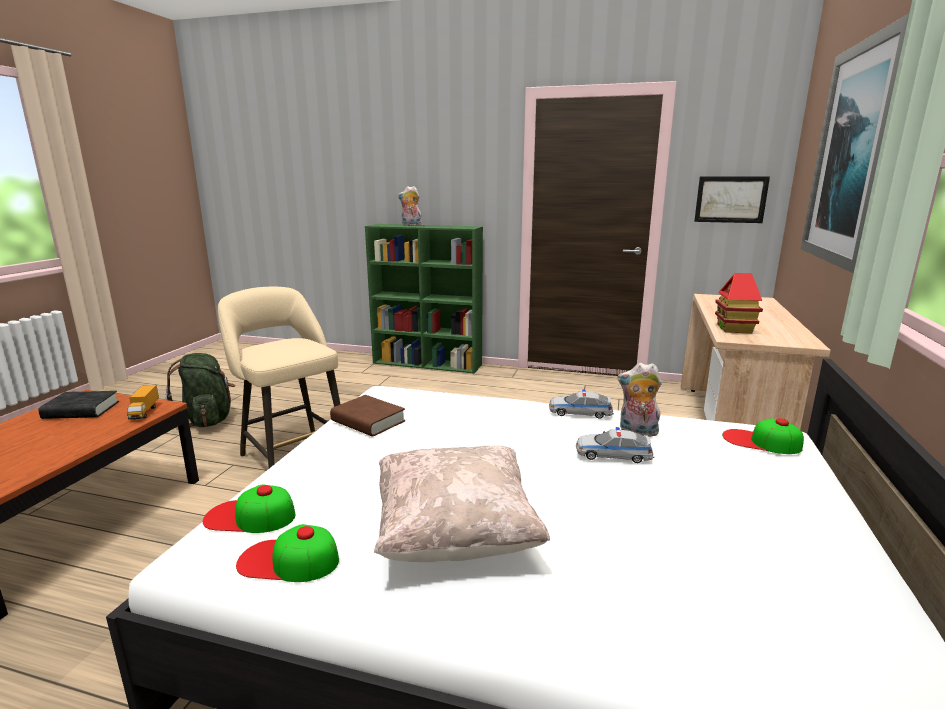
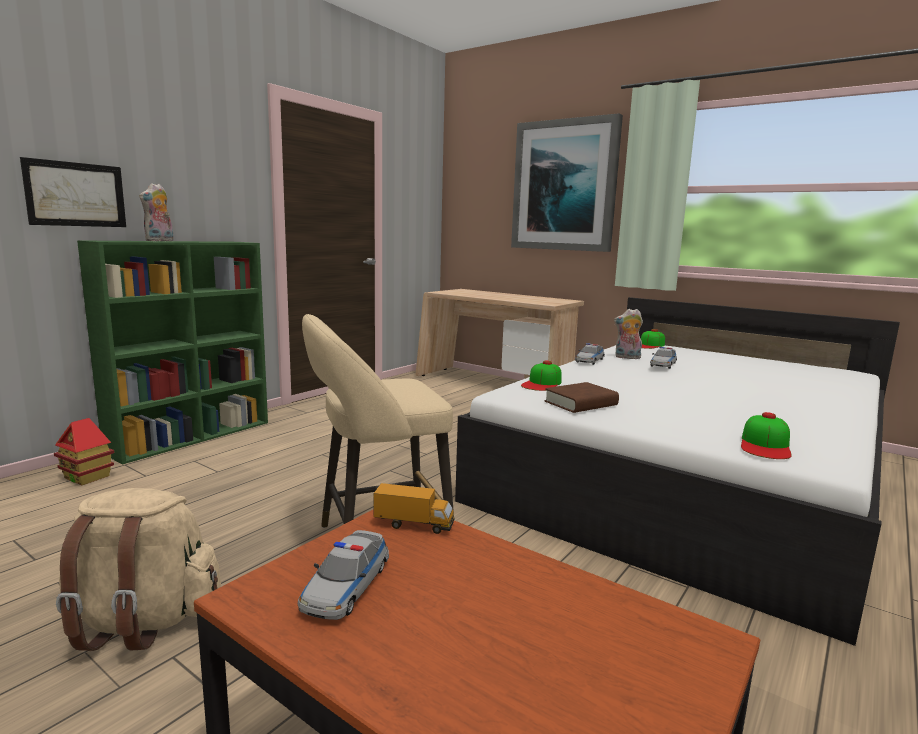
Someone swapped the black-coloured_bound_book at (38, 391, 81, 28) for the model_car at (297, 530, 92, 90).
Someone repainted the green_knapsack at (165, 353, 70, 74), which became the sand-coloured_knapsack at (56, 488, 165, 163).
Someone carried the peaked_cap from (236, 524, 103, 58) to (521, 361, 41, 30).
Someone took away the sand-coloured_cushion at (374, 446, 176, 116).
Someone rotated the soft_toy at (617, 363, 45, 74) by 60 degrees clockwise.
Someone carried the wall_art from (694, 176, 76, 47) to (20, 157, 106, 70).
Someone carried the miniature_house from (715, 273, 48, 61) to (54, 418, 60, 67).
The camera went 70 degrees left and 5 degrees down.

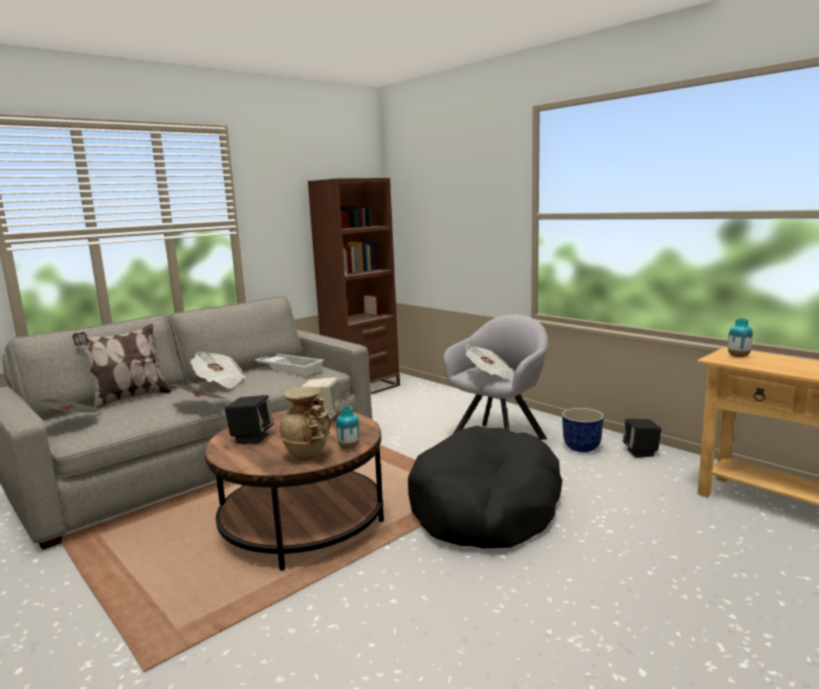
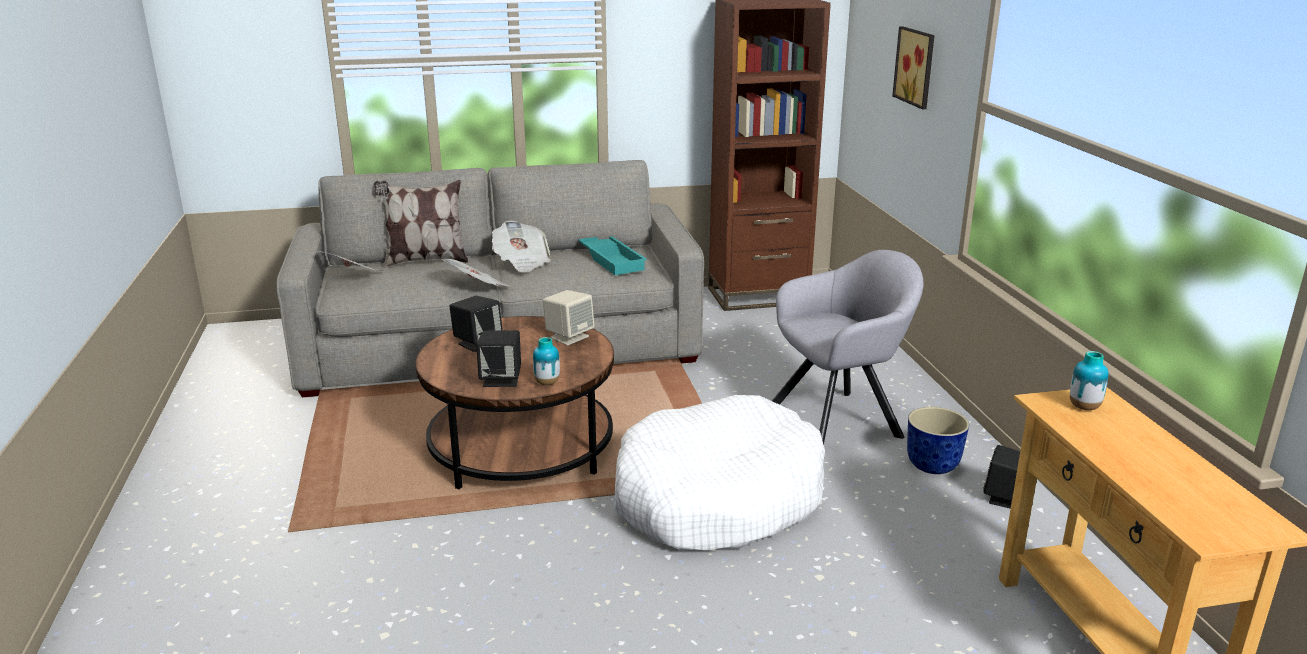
Someone repainted the white_serving_tray at (255, 354, 69, 22), which became the turquoise_serving_tray at (578, 236, 69, 39).
Someone swapped the sand-coloured_decorative_vase at (279, 387, 52, 74) for the black-coloured_loudspeaker at (476, 330, 45, 57).
Someone repainted the black-coloured_dog_bed at (408, 426, 154, 122), which became the white_dog_bed at (614, 395, 211, 156).
Someone took away the printed_paper at (465, 345, 48, 36).
Someone put up the wall_art at (892, 26, 43, 83).
The camera went 30 degrees right and 10 degrees up.

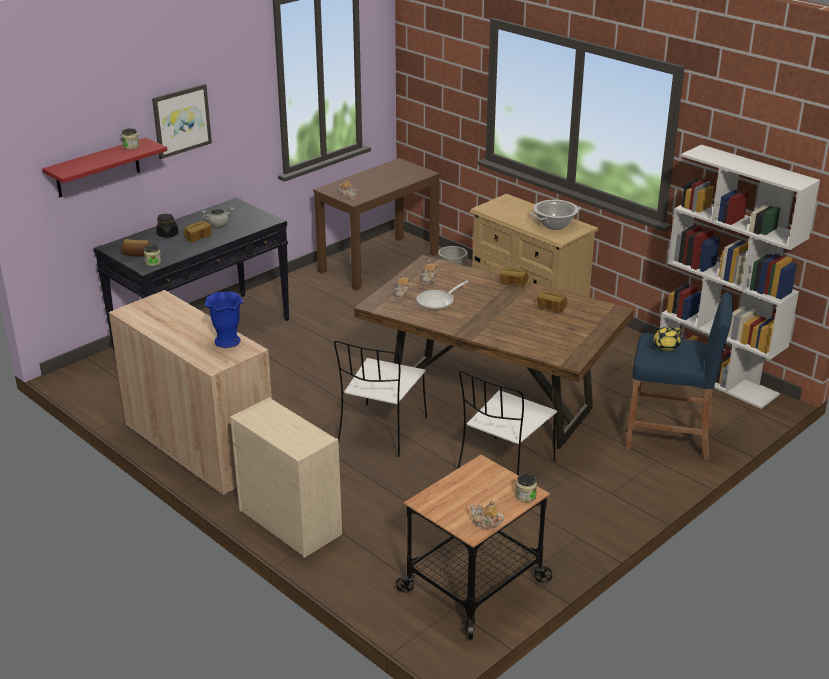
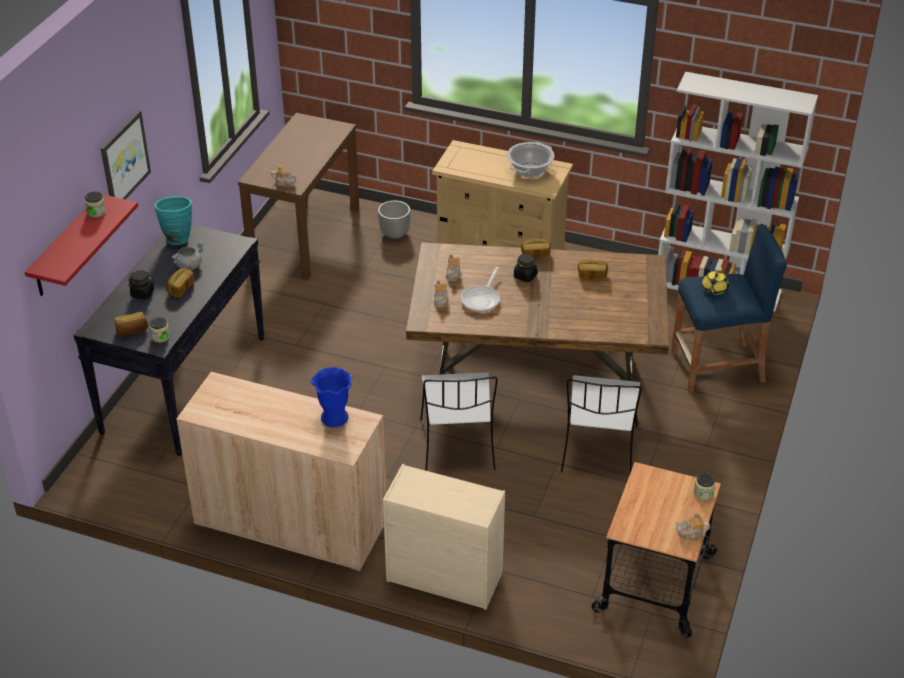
Someone put down the turquoise_decorative_vase at (154, 196, 38, 49).
Someone put down the black-coloured_preserve_jar at (514, 254, 24, 28).
The camera went 25 degrees left and 10 degrees up.

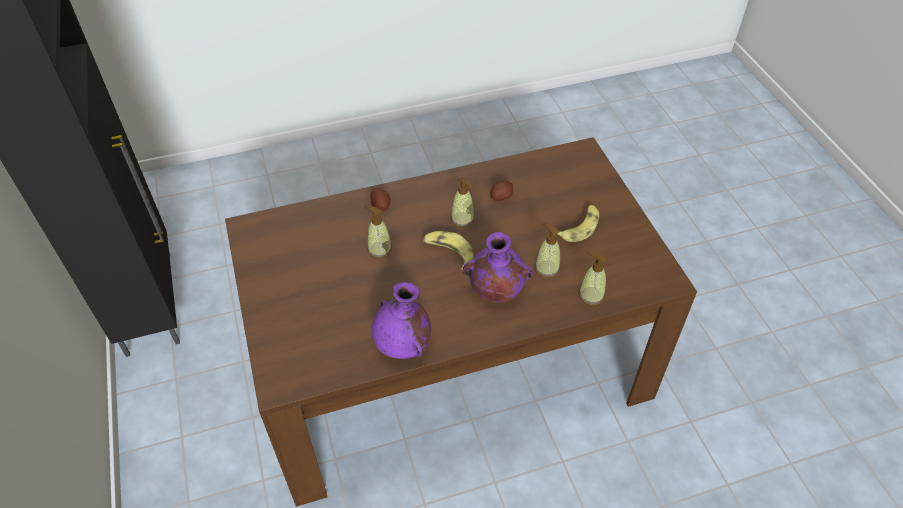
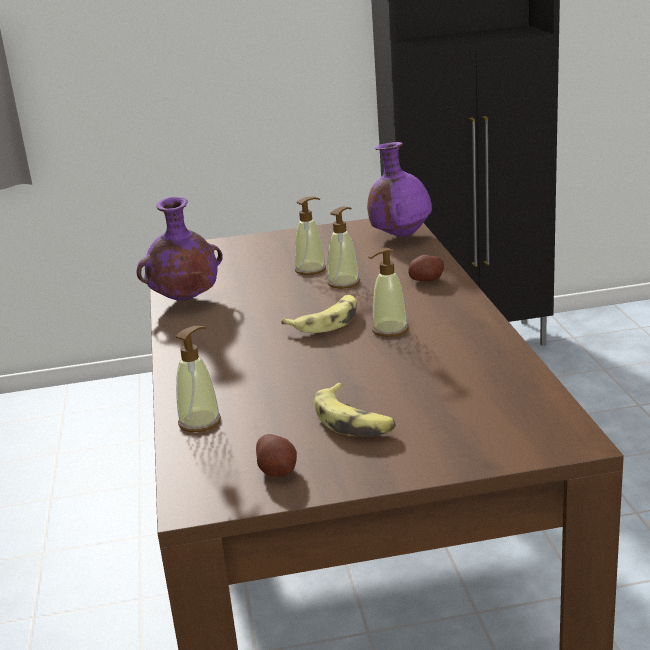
Someone carried the purple_decorative_vase from (463, 232, 70, 70) to (367, 142, 65, 95).
Someone carried the whole_potato from (490, 181, 23, 20) to (256, 434, 41, 43).
Someone carried the liquid_soap_bottle from (535, 222, 25, 56) to (295, 196, 31, 79).
The camera went 100 degrees right and 25 degrees down.

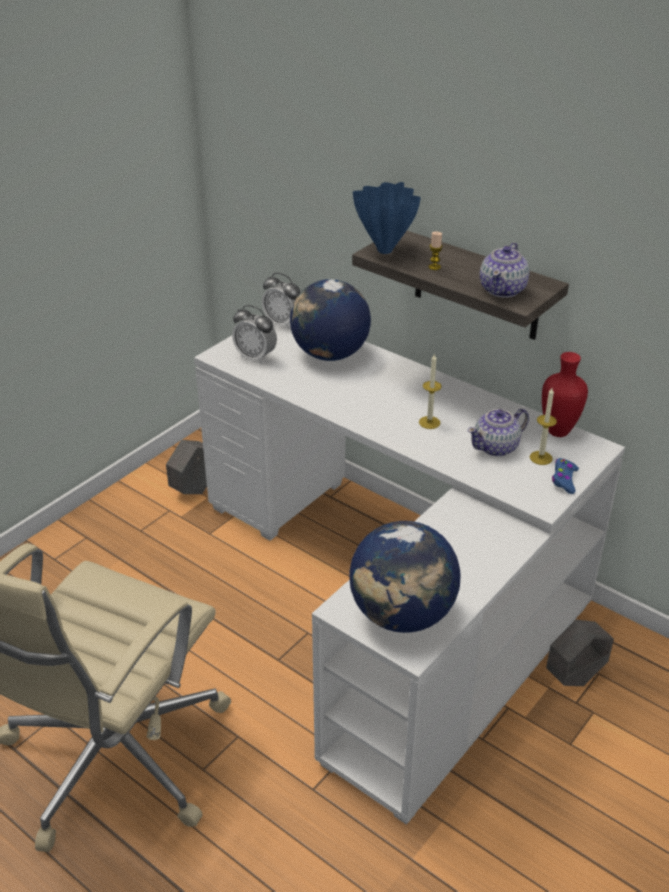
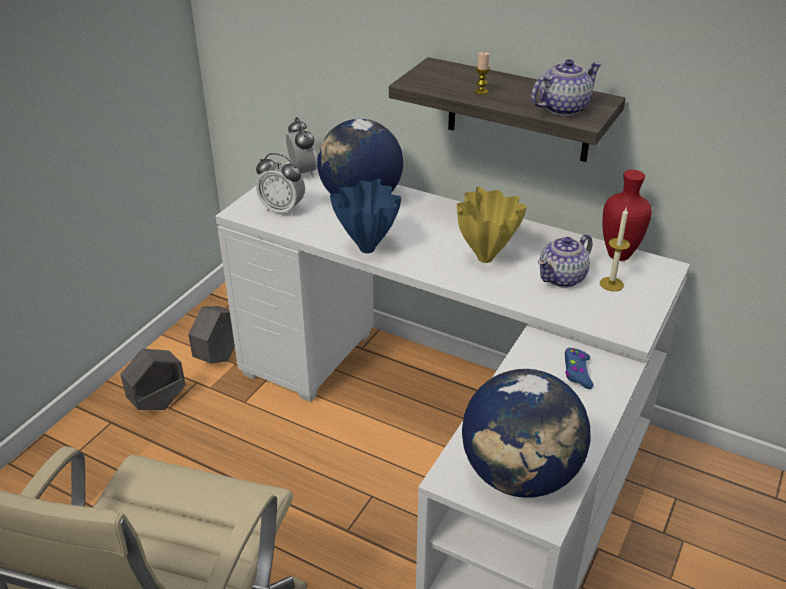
Someone rotated the alarm_clock at (262, 273, 39, 57) by 135 degrees counterclockwise.
Someone carried the blue_decorative_vase from (353, 182, 68, 72) to (330, 179, 71, 74).
Someone swapped the wax_light at (419, 353, 23, 76) for the yellow-coloured_decorative_vase at (457, 187, 70, 76).
Someone rotated the tea_pot at (480, 242, 50, 56) by 135 degrees counterclockwise.
Someone carried the grey_flower_pot from (546, 620, 68, 66) to (120, 349, 66, 61).
Someone carried the blue_gamepad from (552, 458, 27, 36) to (565, 348, 28, 41).
The camera went 10 degrees left and 0 degrees up.

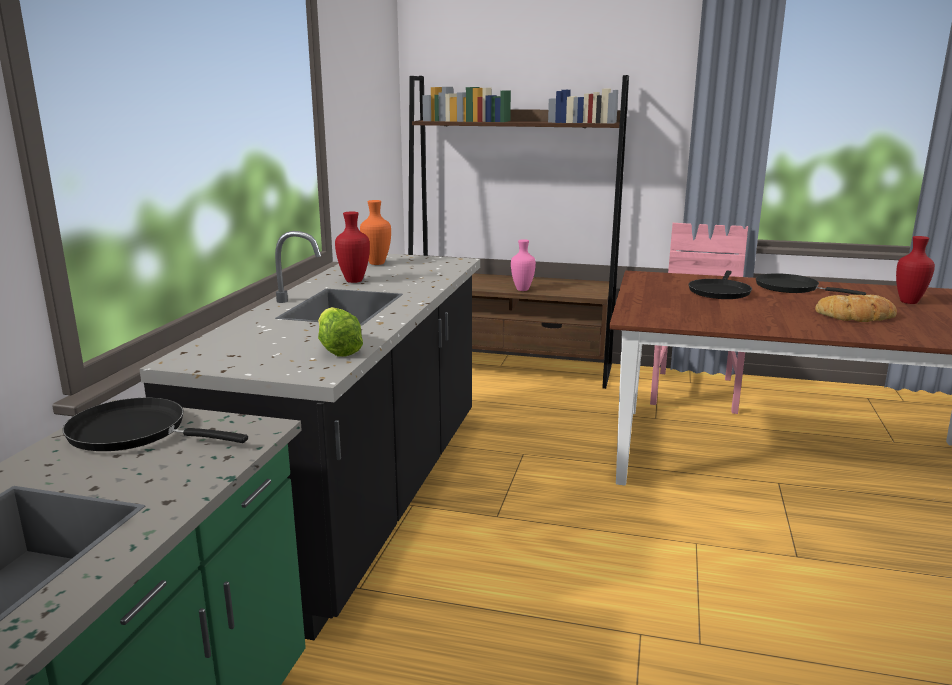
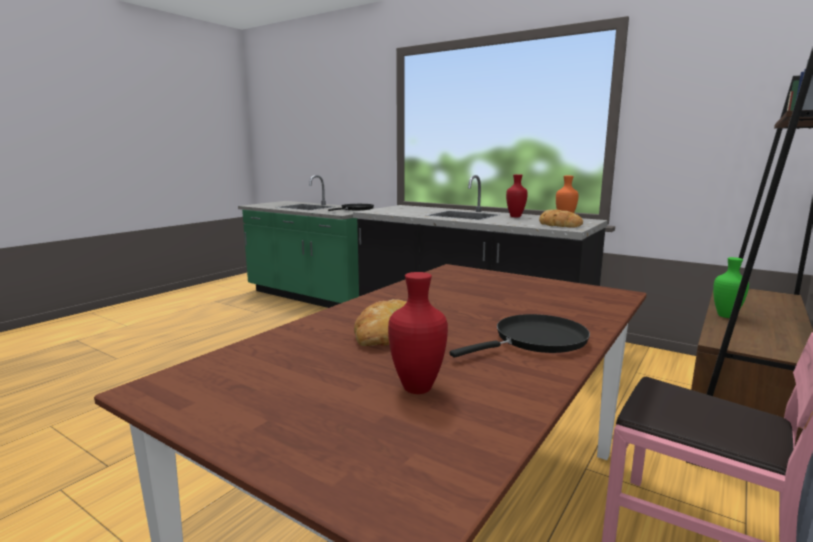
Someone took away the lettuce at (318, 307, 45, 50).
Someone repainted the pinkish_decorative_vase at (511, 239, 25, 52), which became the green_decorative_vase at (713, 257, 36, 61).
Someone took away the black-coloured_skillet at (689, 271, 63, 28).
Someone put down the bread at (539, 209, 44, 19).
The camera went 110 degrees right and 5 degrees down.

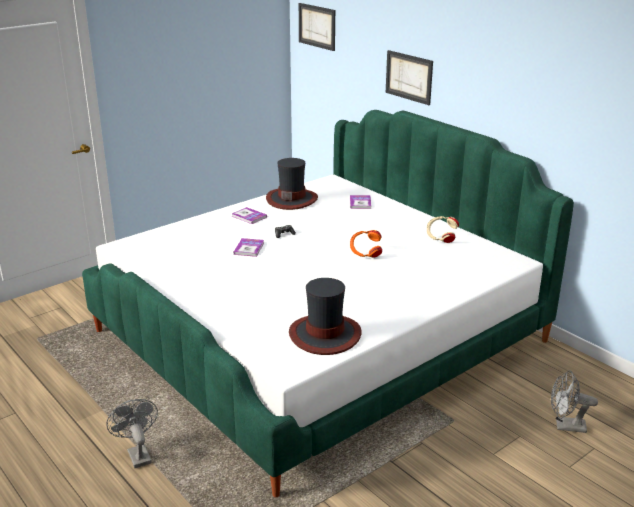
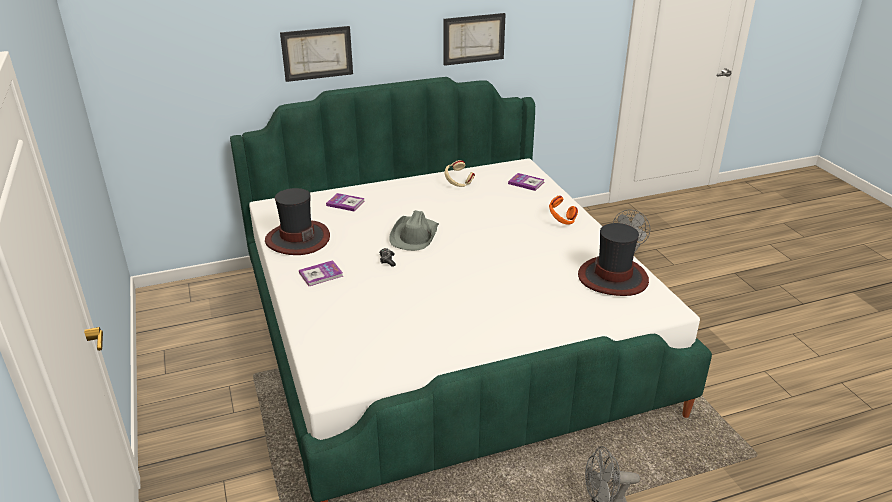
Someone carried the bound_book from (234, 238, 30, 19) to (508, 173, 37, 18).
Someone carried the wall_art from (299, 3, 36, 48) to (443, 13, 62, 53).
Someone carried the orange-coloured_pair_of_headphones from (350, 230, 32, 28) to (549, 196, 29, 29).
Someone put down the grey_hat at (389, 210, 50, 41).
The camera went 70 degrees left and 5 degrees up.

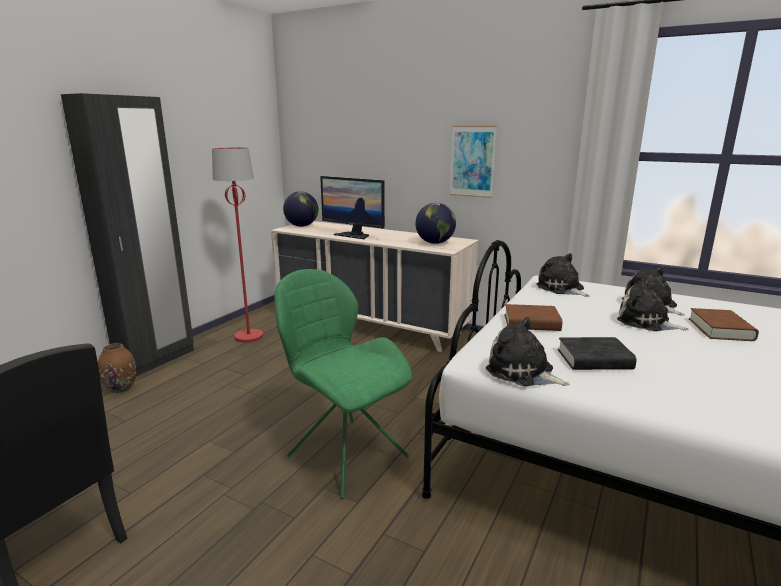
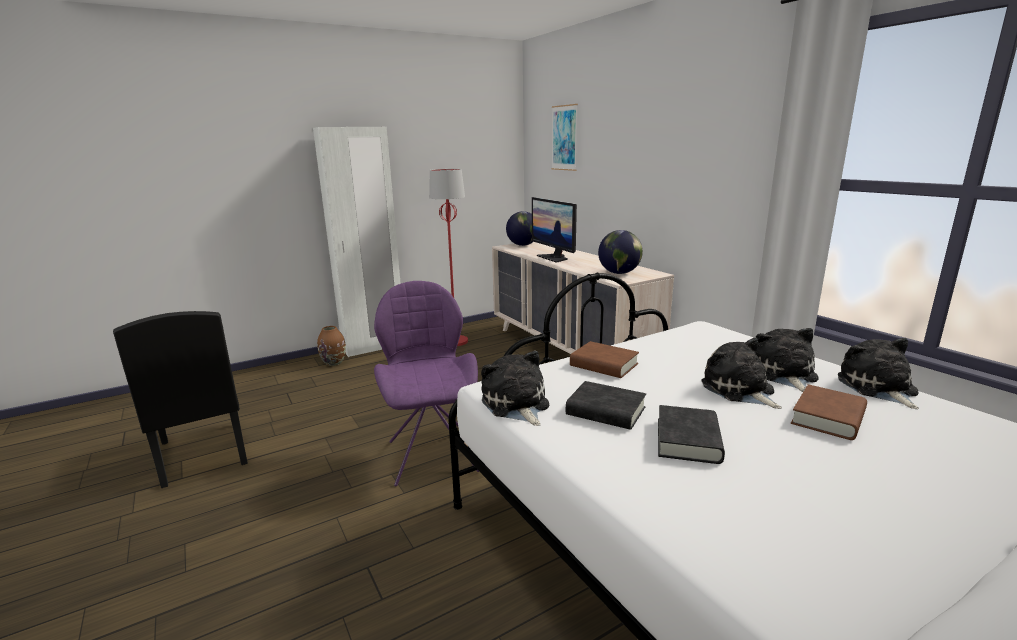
Someone repainted the black-coloured_clothes_cupboard at (61, 93, 133, 284), which became the white_clothes_cupboard at (313, 127, 88, 230).
Someone repainted the green_chair at (274, 269, 139, 230), which became the purple_chair at (374, 281, 105, 205).
Someone carried the wall_art from (450, 126, 47, 72) to (551, 104, 27, 67).
Someone carried the soft_toy from (536, 253, 54, 44) to (838, 338, 81, 71).
Someone put down the black-coloured_bound_book at (658, 405, 67, 59).
The camera went 30 degrees right and 0 degrees up.

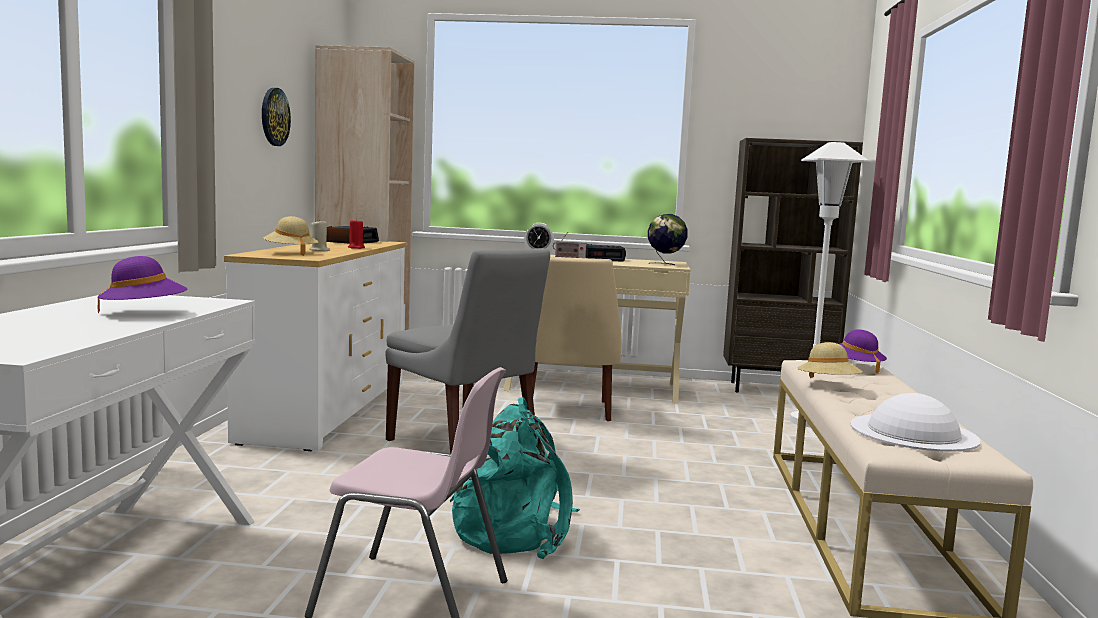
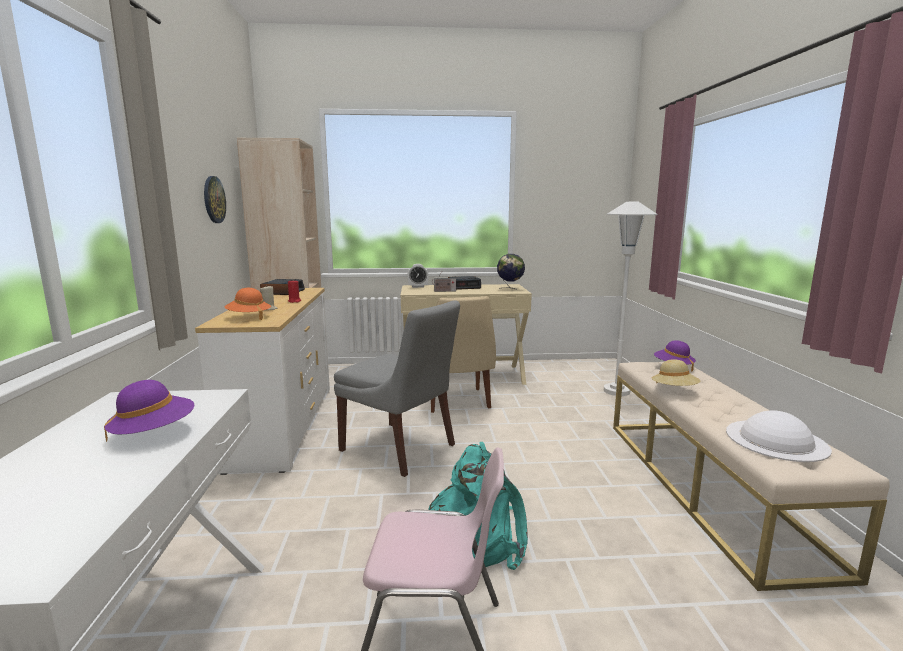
Someone repainted the sand-coloured_hat at (263, 216, 55, 40), which became the orange-coloured_hat at (225, 288, 46, 32).
Someone took away the brown_shelving_unit at (723, 138, 140, 254).
The camera went 10 degrees left and 5 degrees up.

